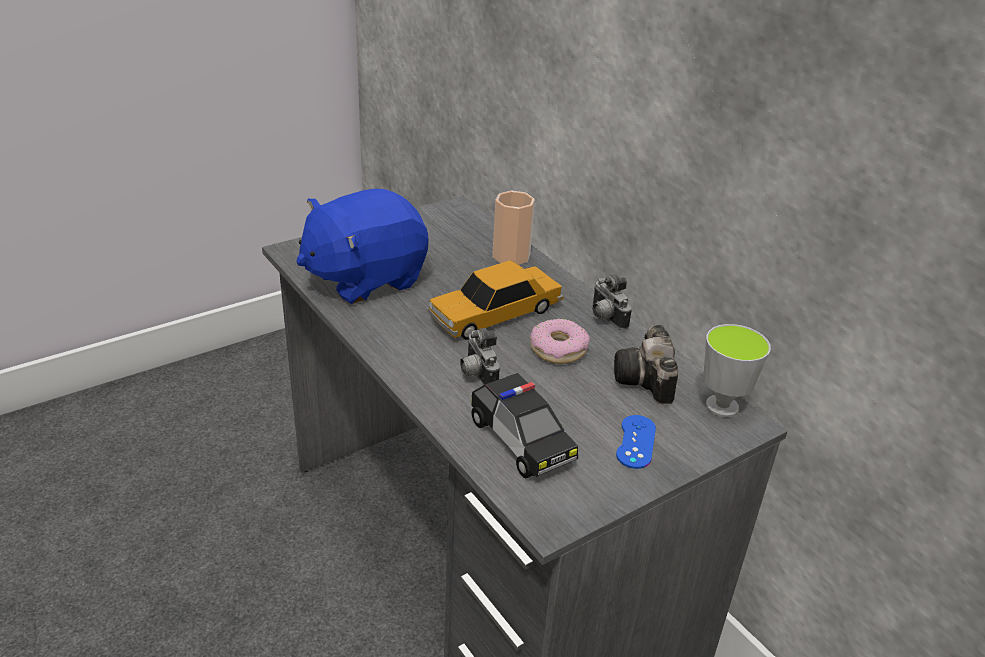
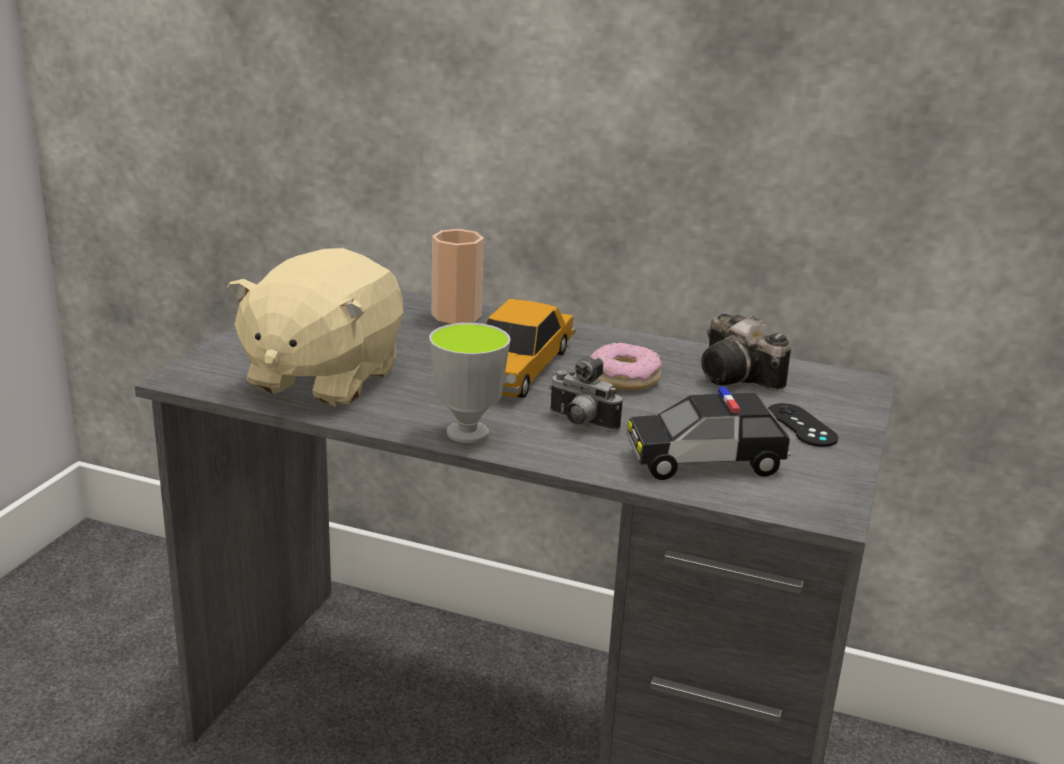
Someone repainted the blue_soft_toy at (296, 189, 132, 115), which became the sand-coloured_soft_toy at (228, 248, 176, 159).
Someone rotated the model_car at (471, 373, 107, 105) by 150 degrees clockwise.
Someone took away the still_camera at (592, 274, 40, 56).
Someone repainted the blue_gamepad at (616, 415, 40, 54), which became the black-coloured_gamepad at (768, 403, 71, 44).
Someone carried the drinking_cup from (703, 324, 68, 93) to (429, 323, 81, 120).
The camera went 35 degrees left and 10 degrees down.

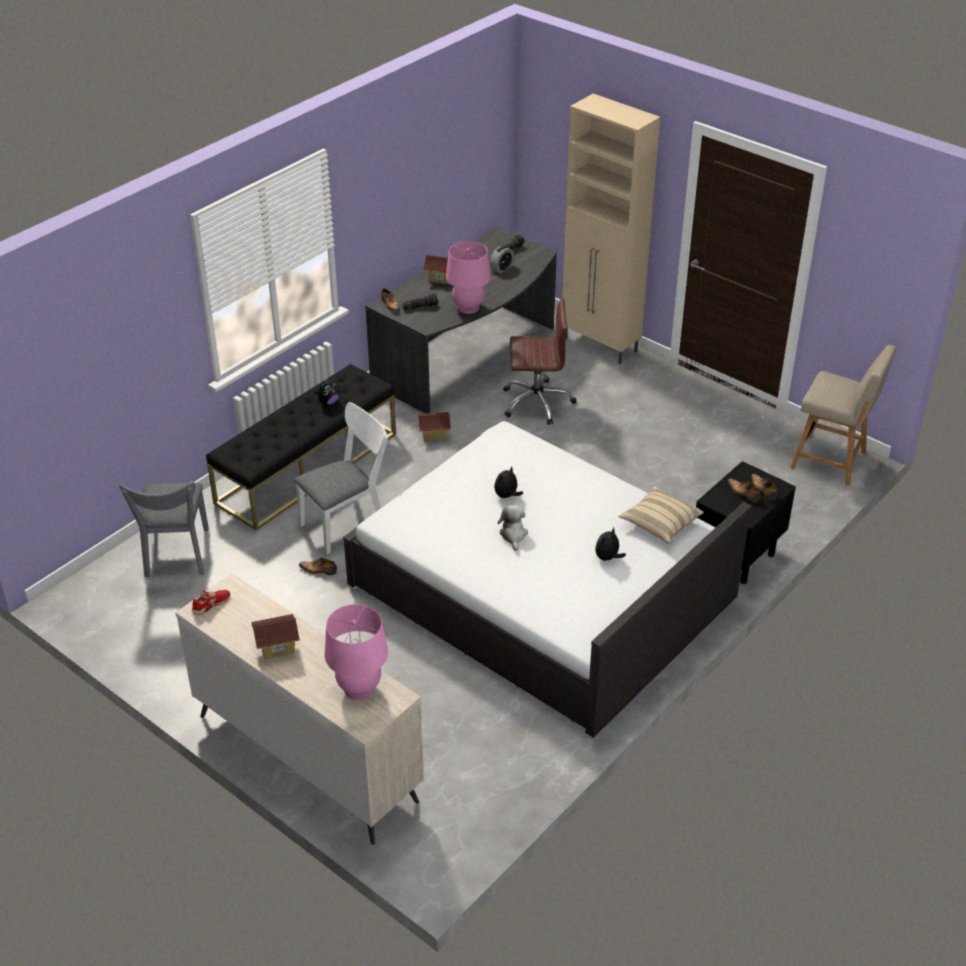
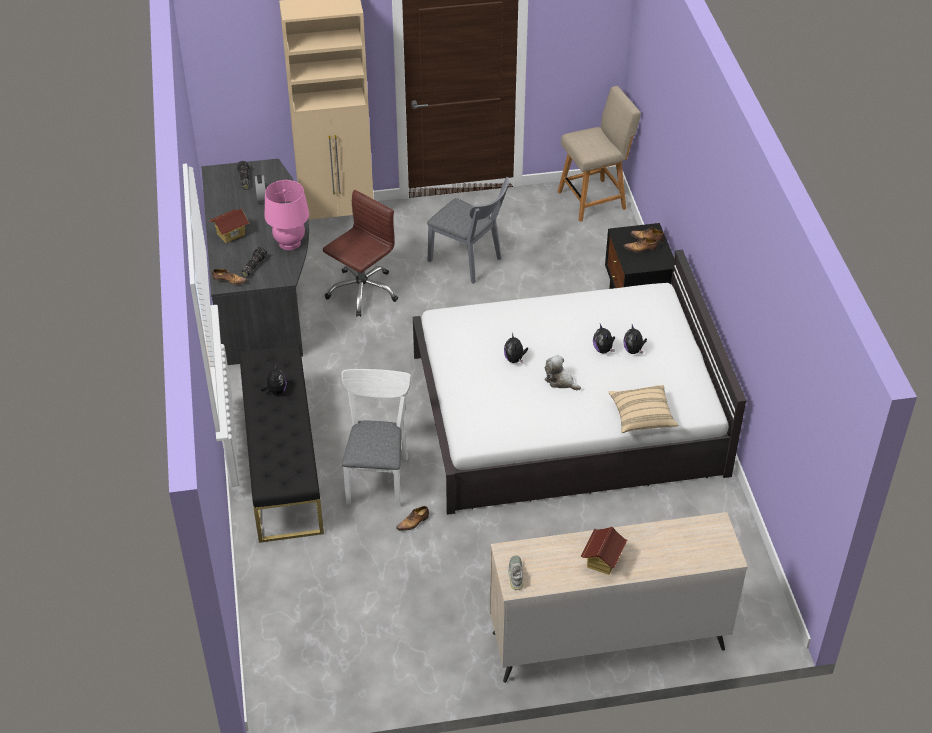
Someone carried the grey_chair from (119, 481, 90, 97) to (427, 177, 82, 107).
Someone repainted the red-coloured_low_shoe at (191, 590, 39, 25), which became the grey_low_shoe at (508, 555, 15, 35).
Someone took away the pinkish_table_lamp at (325, 604, 63, 96).
Someone took away the miniature_house at (417, 412, 34, 29).
Someone carried the sand-coloured_cushion from (618, 486, 86, 58) to (609, 385, 69, 48).
Someone put down the soft_toy at (593, 324, 22, 29).
The camera went 50 degrees left and 5 degrees up.

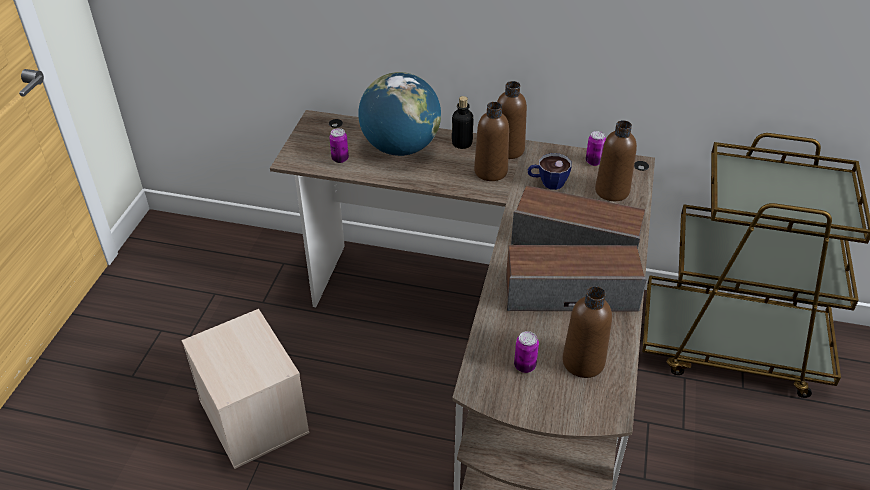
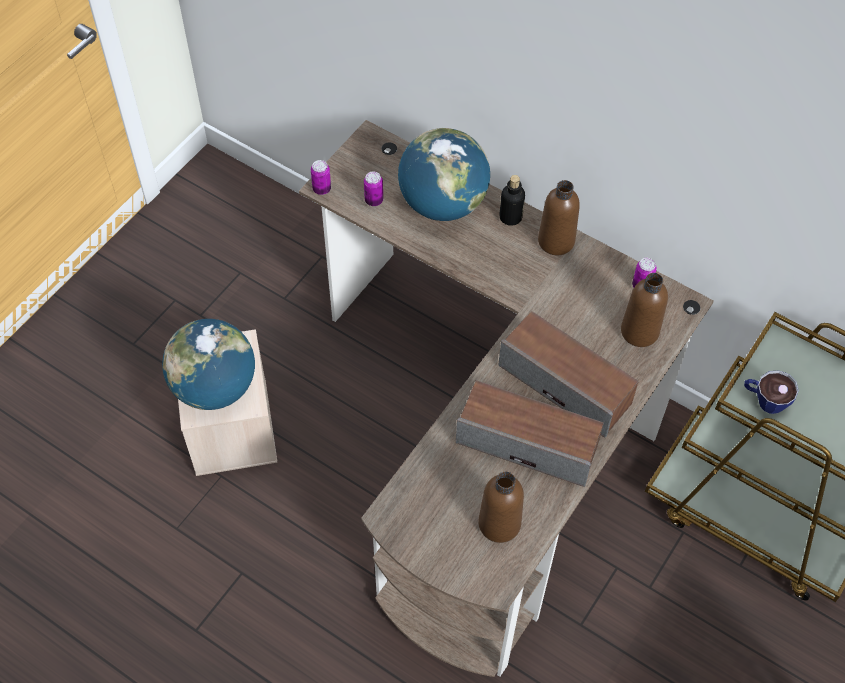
Someone took away the brown_bottle at (474, 102, 35, 79).
Someone carried the metal_can from (514, 331, 25, 42) to (311, 160, 20, 35).
Someone carried the drinking_cup from (528, 153, 44, 37) to (744, 370, 55, 44).
Someone put down the desk_globe at (162, 319, 93, 91).
The camera went 20 degrees right and 15 degrees up.

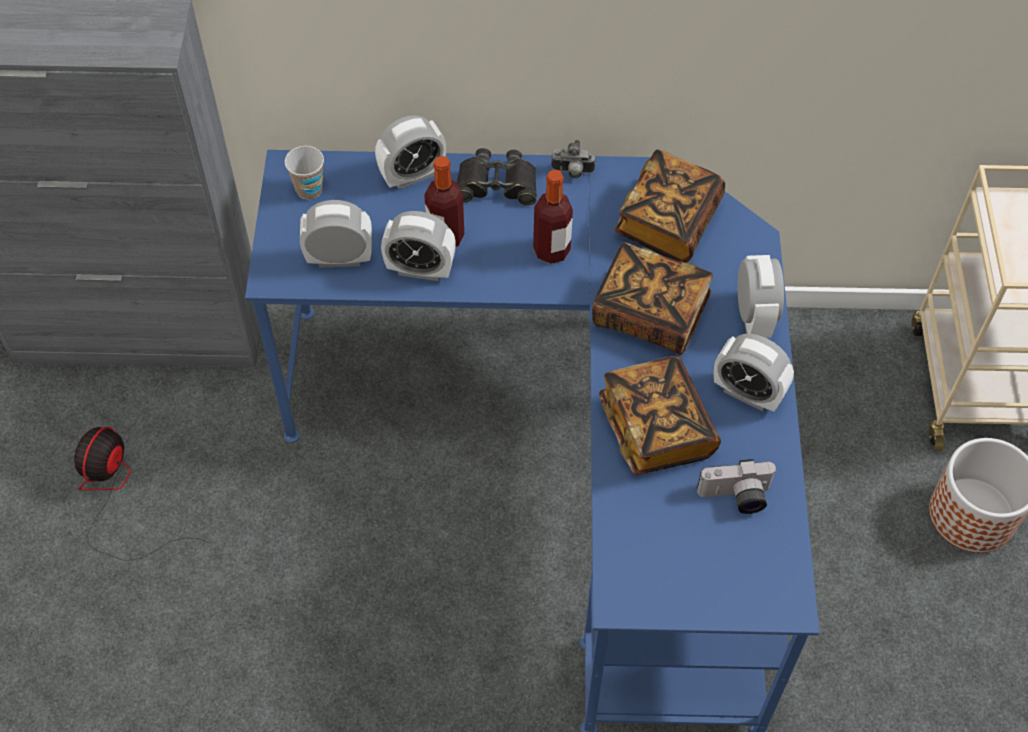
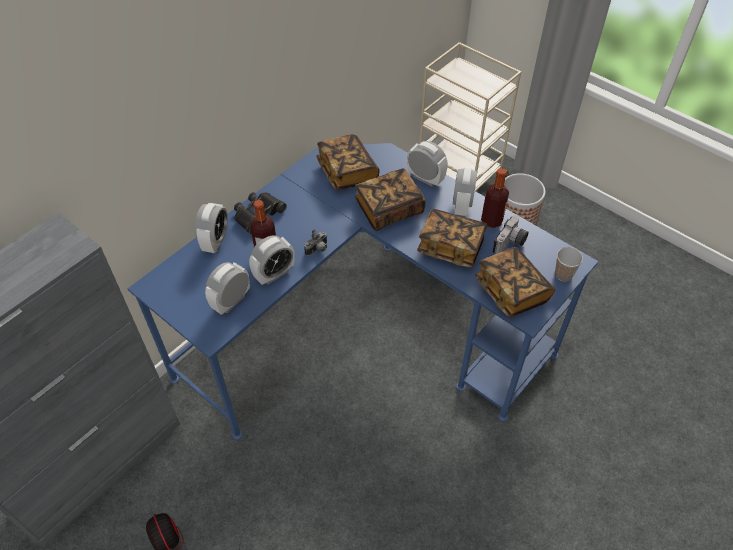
Someone carried the drinking_cup from (284, 146, 40, 54) to (555, 247, 28, 35).
Someone carried the bottle from (533, 170, 40, 94) to (481, 168, 28, 60).
Someone carried the still_camera from (551, 140, 44, 38) to (304, 230, 23, 26).
Someone rotated the alarm_clock at (714, 334, 80, 78) by 60 degrees counterclockwise.
Someone put down the bound_book at (475, 247, 80, 70).
The camera went 50 degrees left and 5 degrees down.

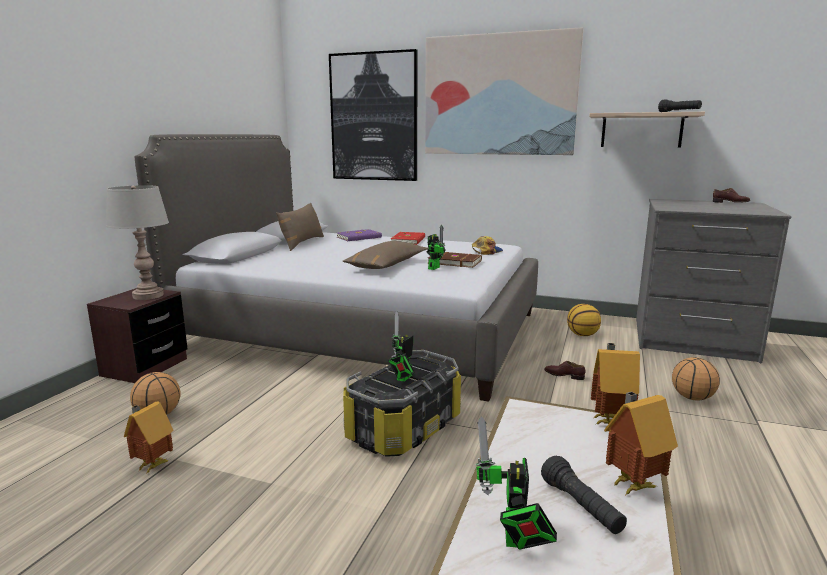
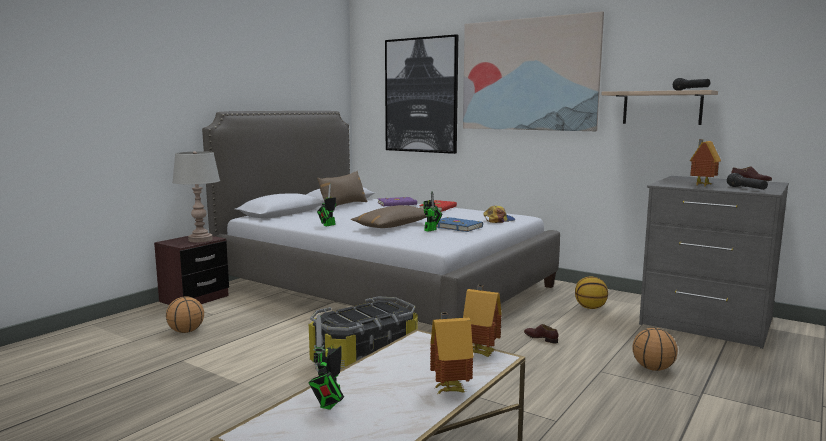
Someone carried the miniature_house from (124, 401, 50, 72) to (690, 139, 31, 47).
Someone carried the robot_figure from (389, 311, 26, 71) to (317, 184, 19, 42).
Someone repainted the brown_bound_book at (427, 252, 55, 16), which became the blue_bound_book at (436, 217, 47, 15).
Someone carried the black-coloured_flashlight from (541, 456, 86, 78) to (727, 173, 41, 17).
The camera went 15 degrees right and 5 degrees down.

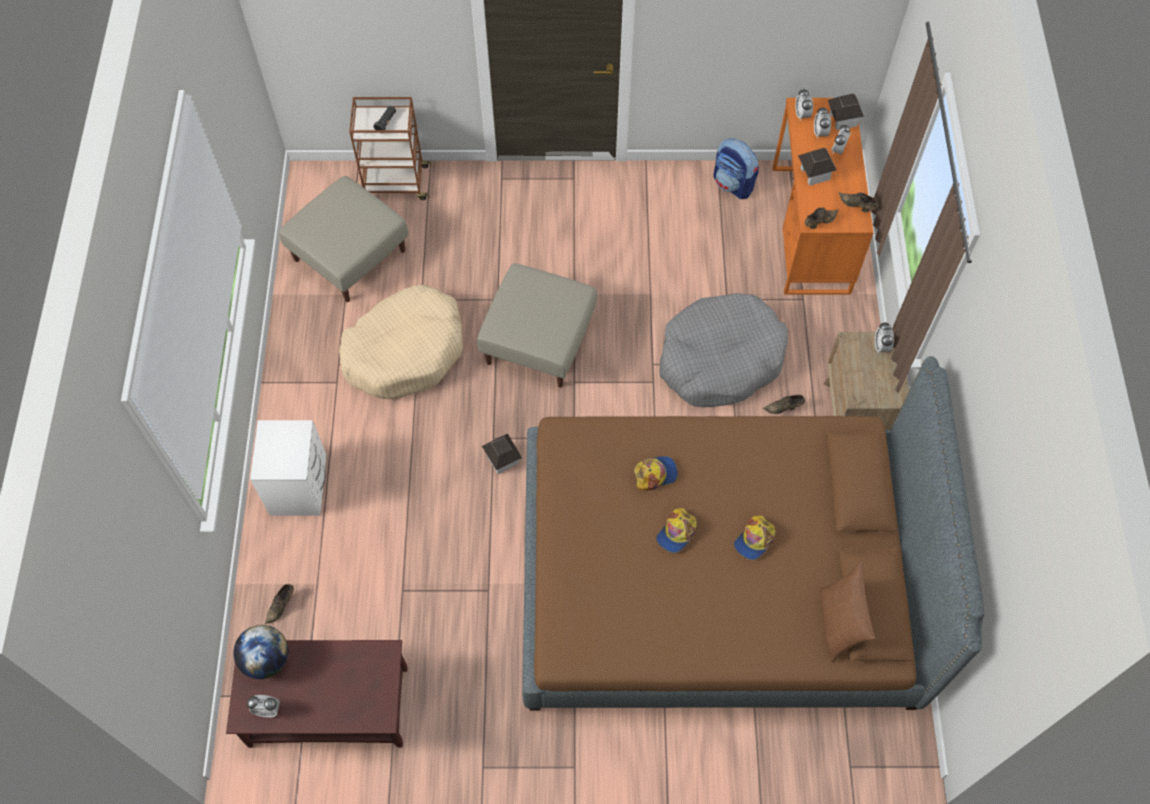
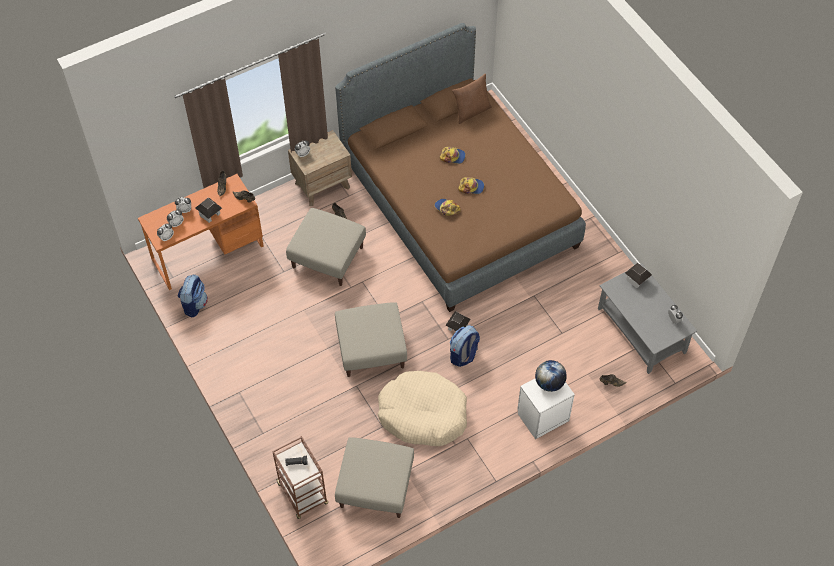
Someone repainted the brown_lounge_table at (226, 640, 182, 108), which became the grey_lounge_table at (598, 264, 99, 110).
Someone carried the desk_globe from (233, 625, 55, 54) to (535, 360, 32, 32).
Someone swapped the grey_dog_bed at (659, 293, 129, 114) for the sand-coloured_footrest at (286, 208, 80, 78).
Someone carried the miniature_house from (828, 94, 36, 36) to (625, 263, 27, 25).
Someone put down the knapsack at (450, 325, 30, 42).
The camera went 120 degrees left and 5 degrees down.

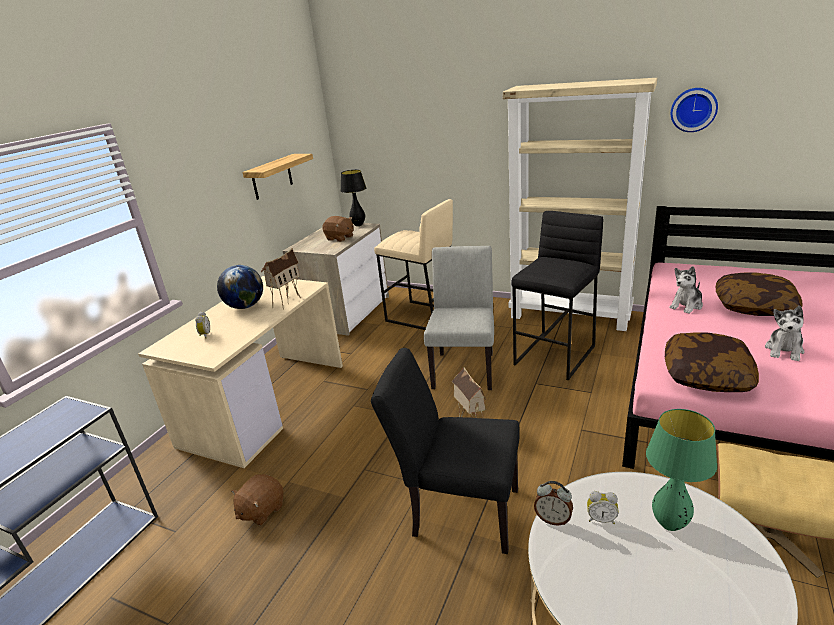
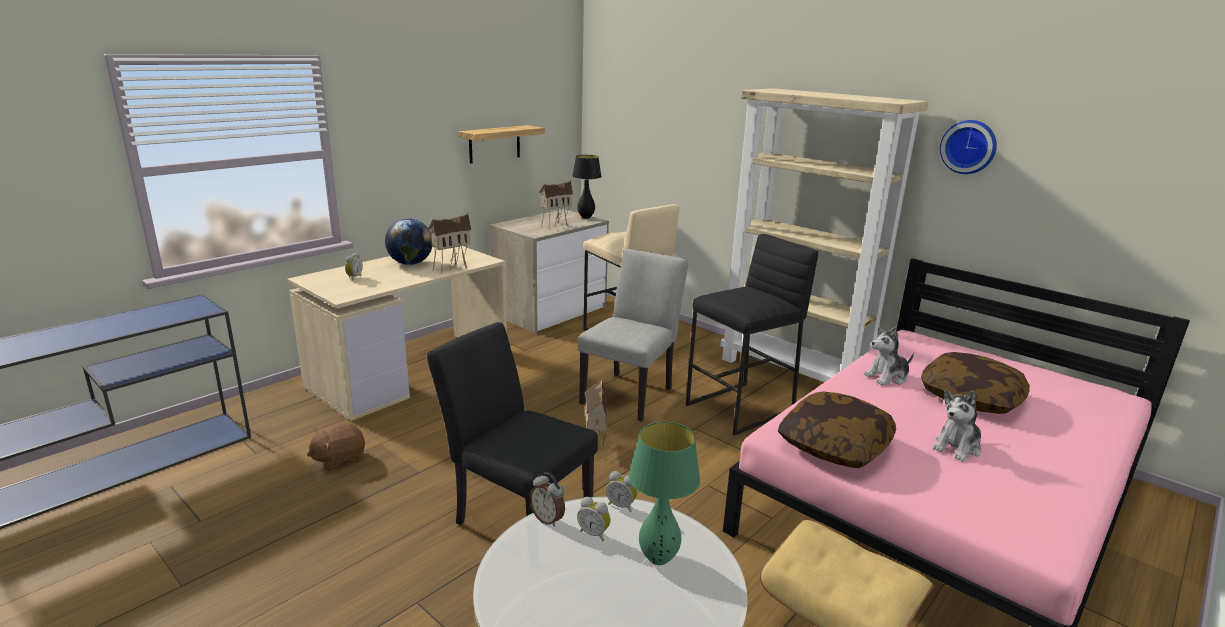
Someone swapped the brown_soft_toy at (322, 216, 32, 26) for the miniature_house at (539, 180, 34, 49).
Someone put down the alarm_clock at (606, 471, 32, 41).
The camera went 15 degrees right and 5 degrees down.

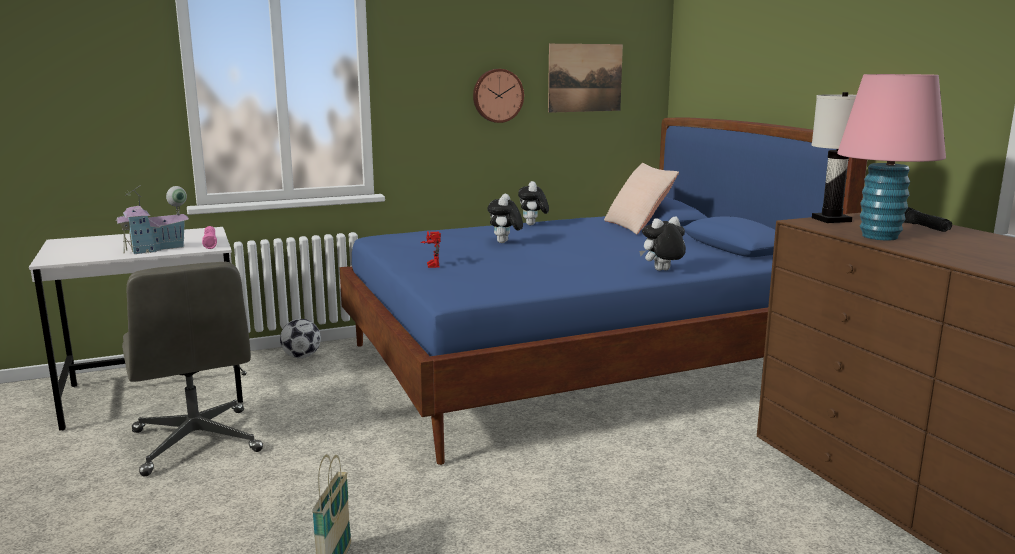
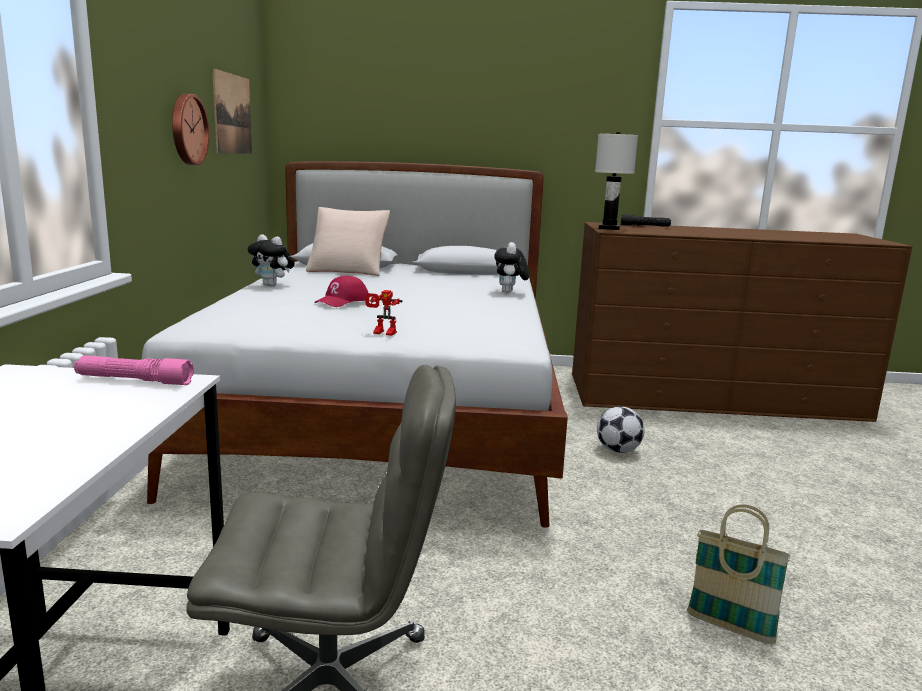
Someone took away the miniature_house at (116, 185, 73, 69).
Someone carried the football from (280, 319, 41, 39) to (597, 406, 47, 47).
Someone repainted the blue_bedroom_bed at (339, 117, 528, 348), which became the white_bedroom_bed at (142, 161, 426, 367).
Someone swapped the soft_toy at (487, 194, 36, 49) for the red-coloured_peaked_cap at (314, 276, 54, 31).
Someone took away the pinkish_table_lamp at (837, 74, 109, 166).
The camera went 65 degrees left and 0 degrees up.

